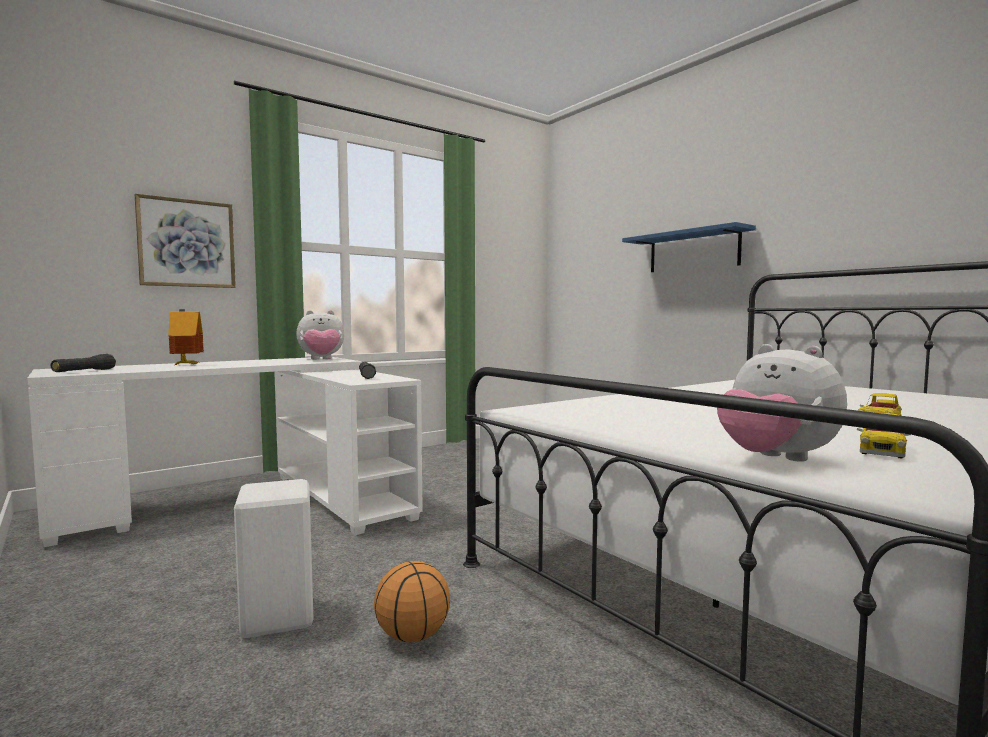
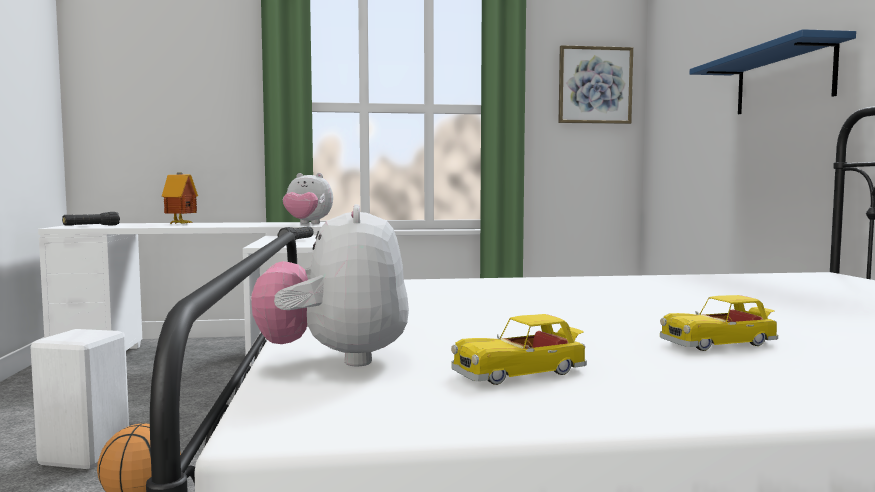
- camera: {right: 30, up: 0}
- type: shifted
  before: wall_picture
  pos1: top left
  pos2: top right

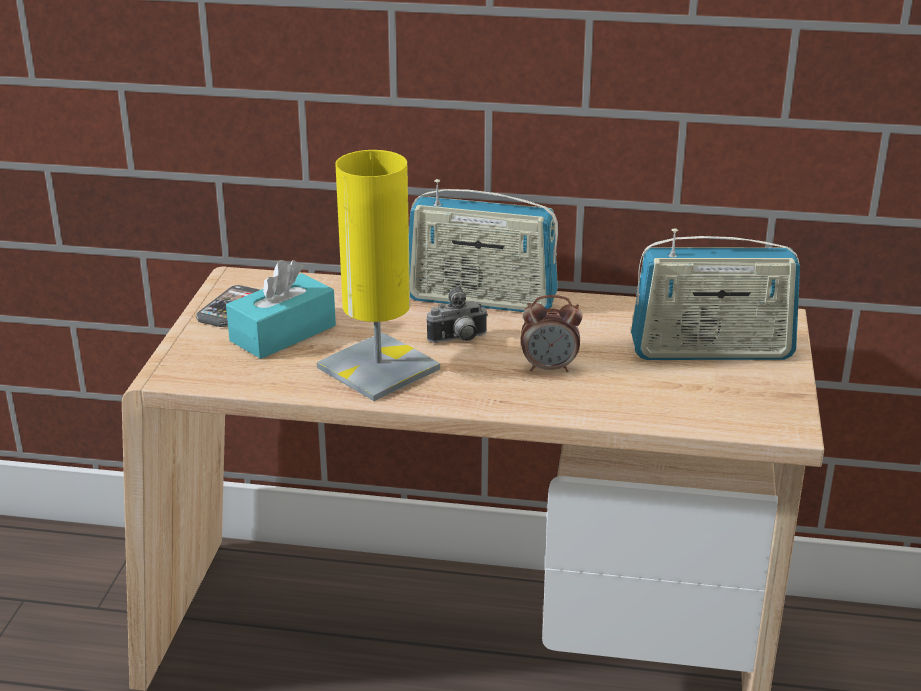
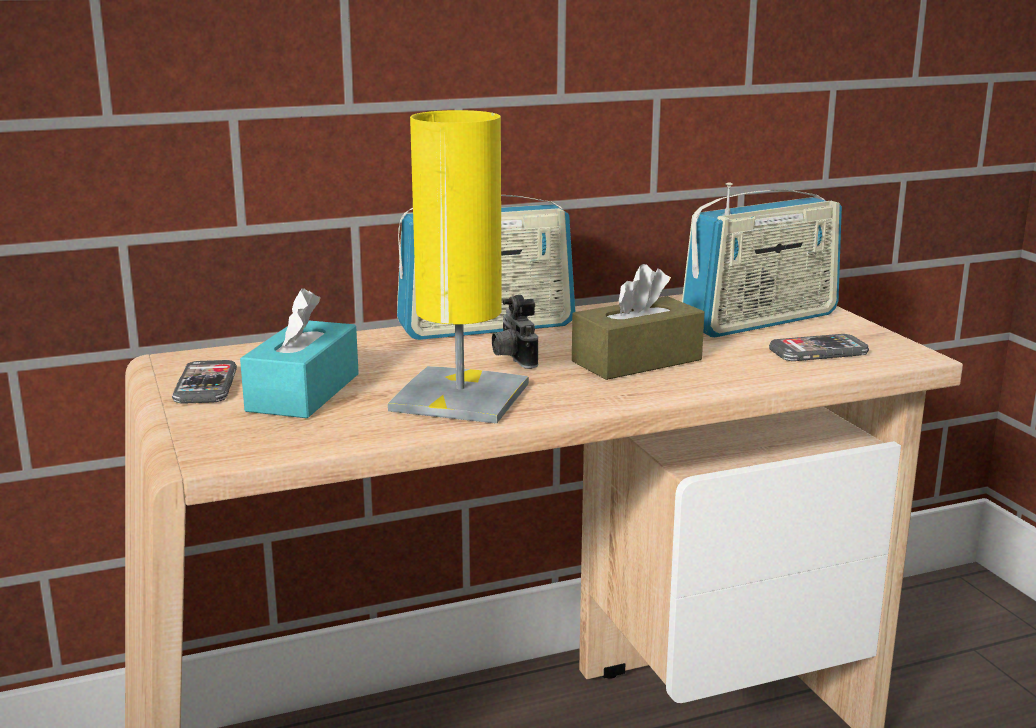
- camera: {right: -30, up: -10}
- type: rotated
  before: still_camera
  pos1: centre
  pos2: centre
  turn: 120
- type: swapped
  before: alarm_clock
  after: brown_tissue_holder
  pos1: centre
  pos2: centre
- type: new
  after: handset (no. 2 from left)
  pos2: middle right

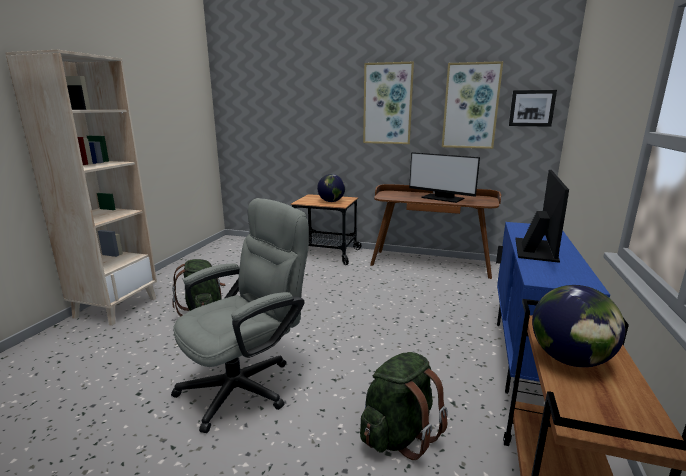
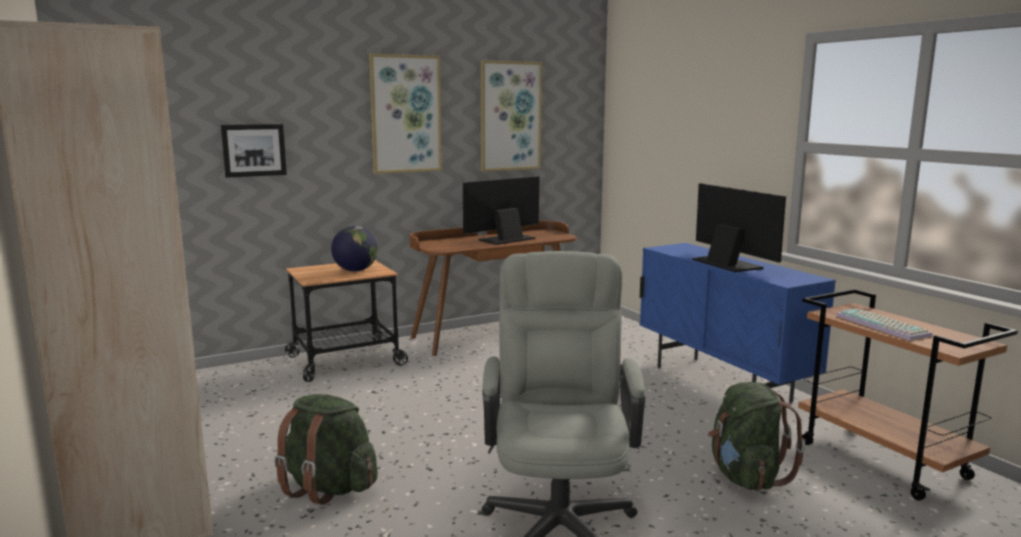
- camera: {right: -45, up: -5}
- type: rotated
  before: monitor (no. 1 from left)
  pos1: centre
  pos2: centre
  turn: 150
- type: shifted
  before: wall_picture (no. 3 from left in the first image)
  after: wall_picture (no. 1 from left)
  pos1: top right
  pos2: top left
- type: swapped
  before: world_globe (no. 2 from left)
  after: keyboard
  pos1: bottom right
  pos2: middle right

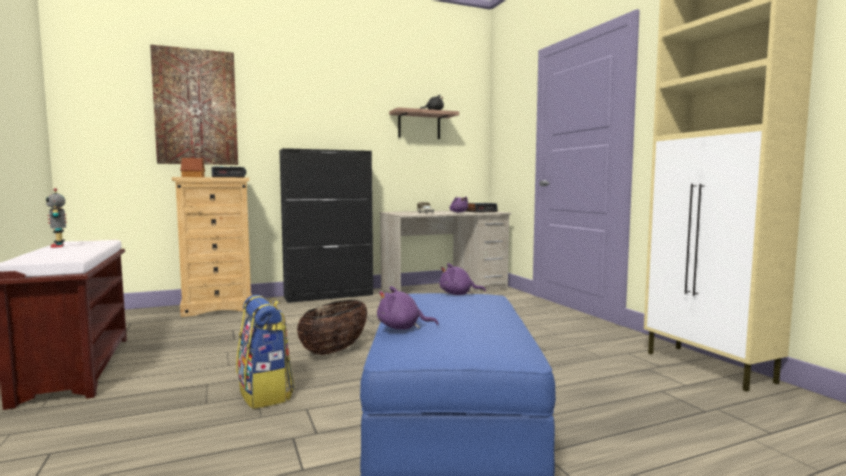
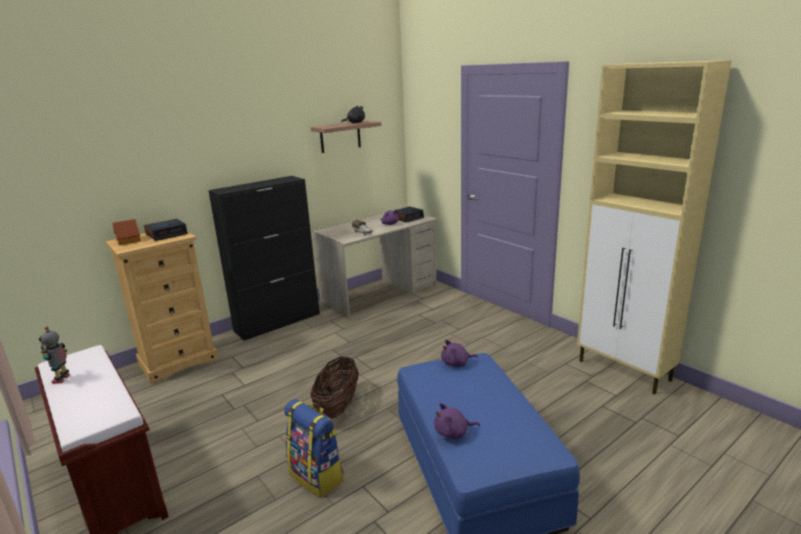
- camera: {right: -15, up: 15}
- type: rotated
  before: model_robot
  pos1: middle left
  pos2: middle left
  turn: 45
- type: gone
  before: wall_picture
  pos1: top left

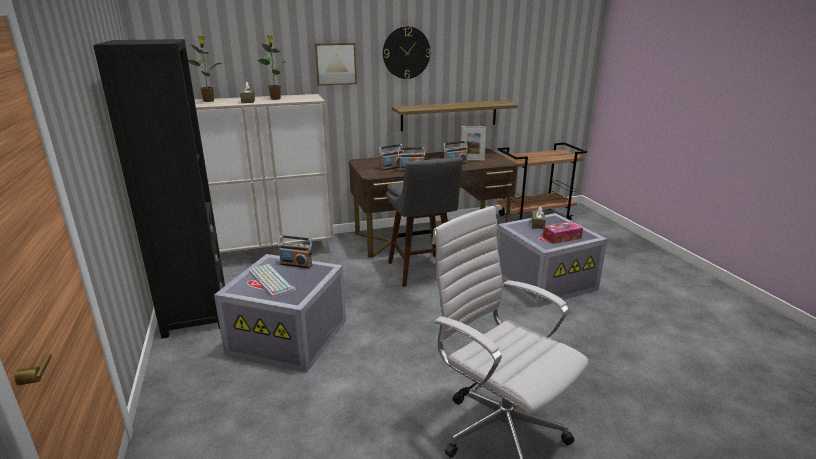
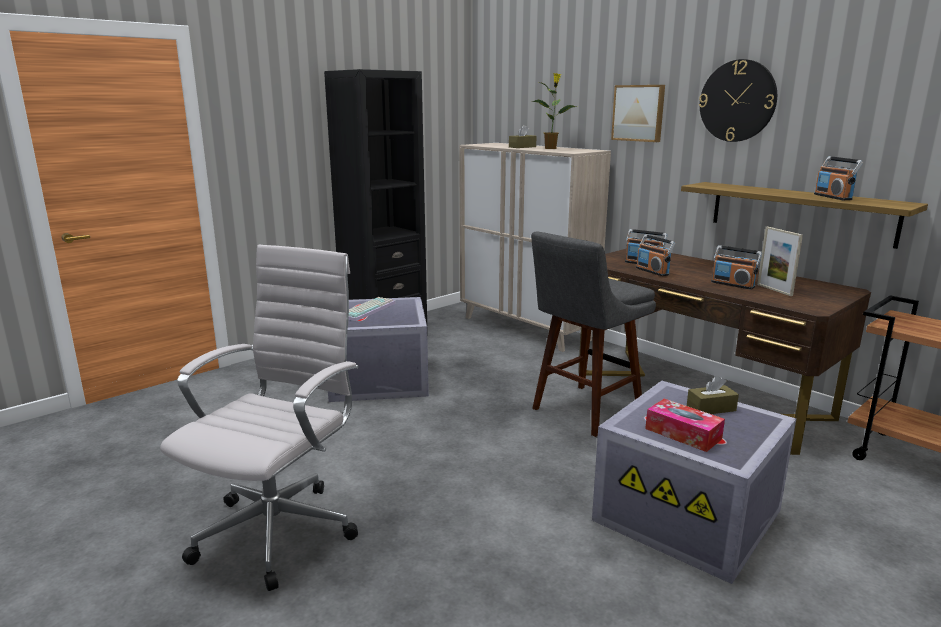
- camera: {right: 65, up: -5}
- type: gone
  before: potted_plant (no. 1 from left)
  pos1: top left
- type: shifted
  before: radio (no. 1 from left in the first image)
  after: radio (no. 4 from left)
  pos1: centre
  pos2: top right

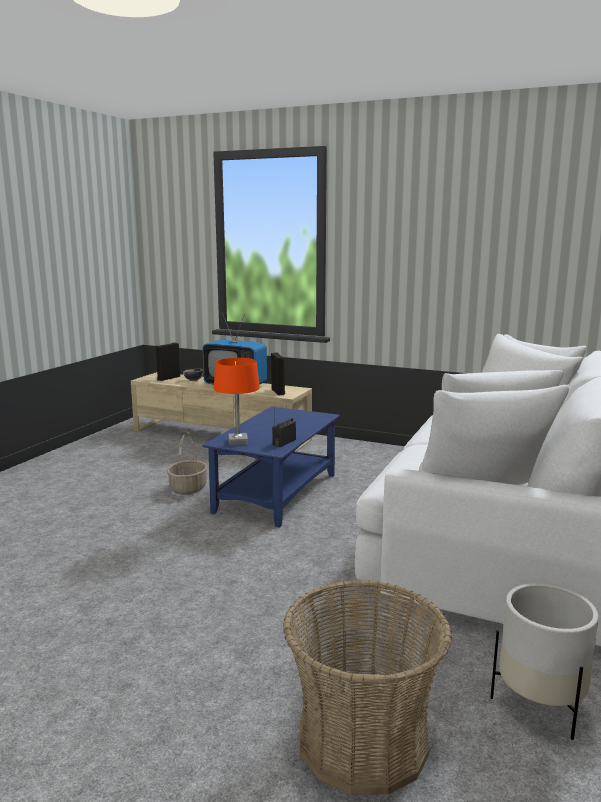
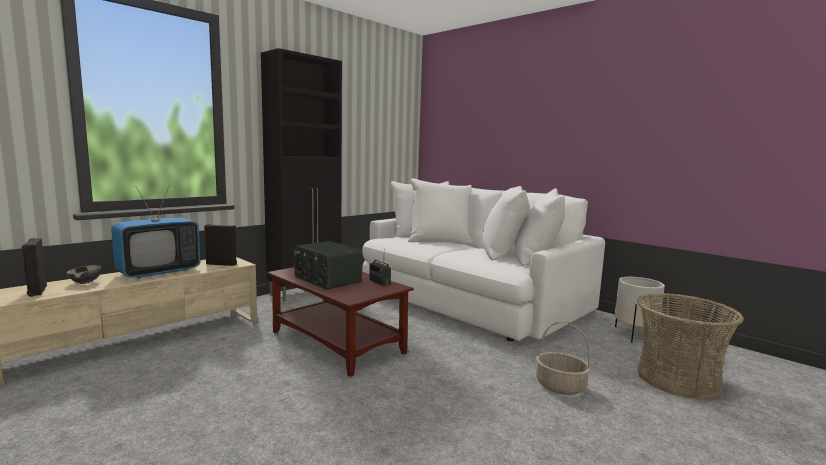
- camera: {right: -70, up: -5}
- type: shifted
  before: storage_basket (no. 1 from left)
  pos1: middle left
  pos2: bottom right
- type: repainted
  before: blue-coloured_coffee_table
  after: brown_coffee_table
  pos1: centre
  pos2: bottom centre
- type: gone
  before: orangey_lamp_for_a_table
  pos1: centre
- type: new
  after: black-coloured_cabinet
  pos2: centre
- type: new
  after: radio (no. 1 from left)
  pos2: centre

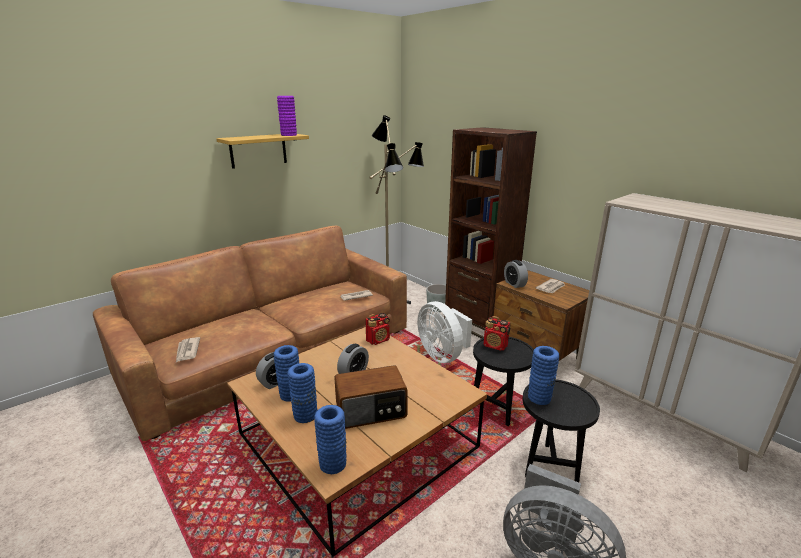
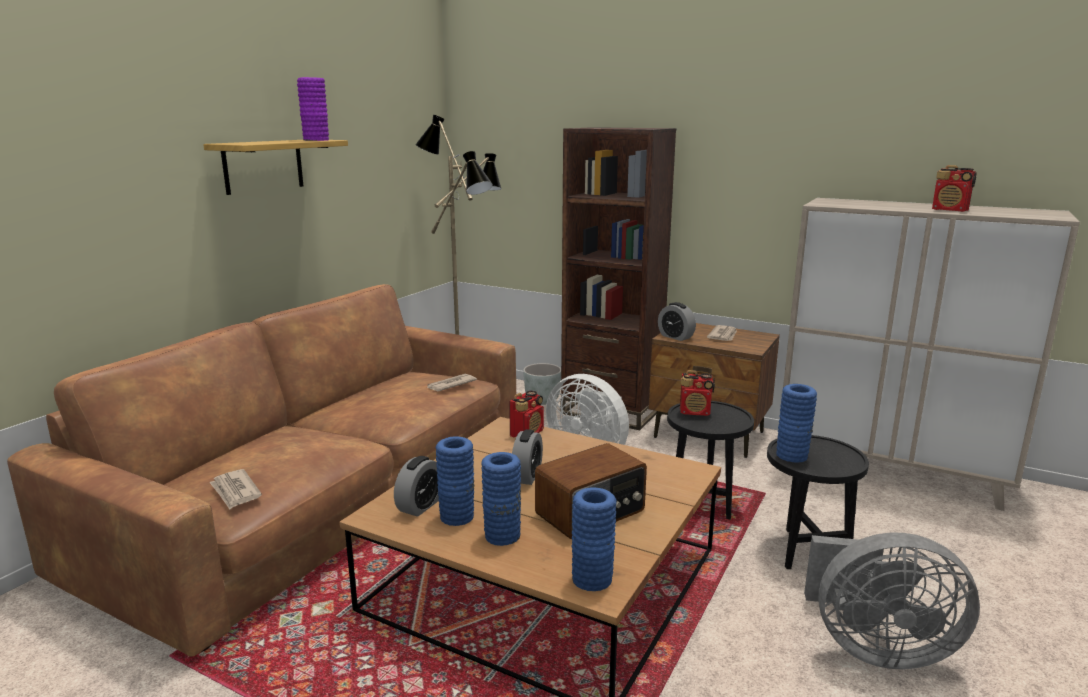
- camera: {right: -20, up: -5}
- type: new
  after: radio (no. 4 from left)
  pos2: top right

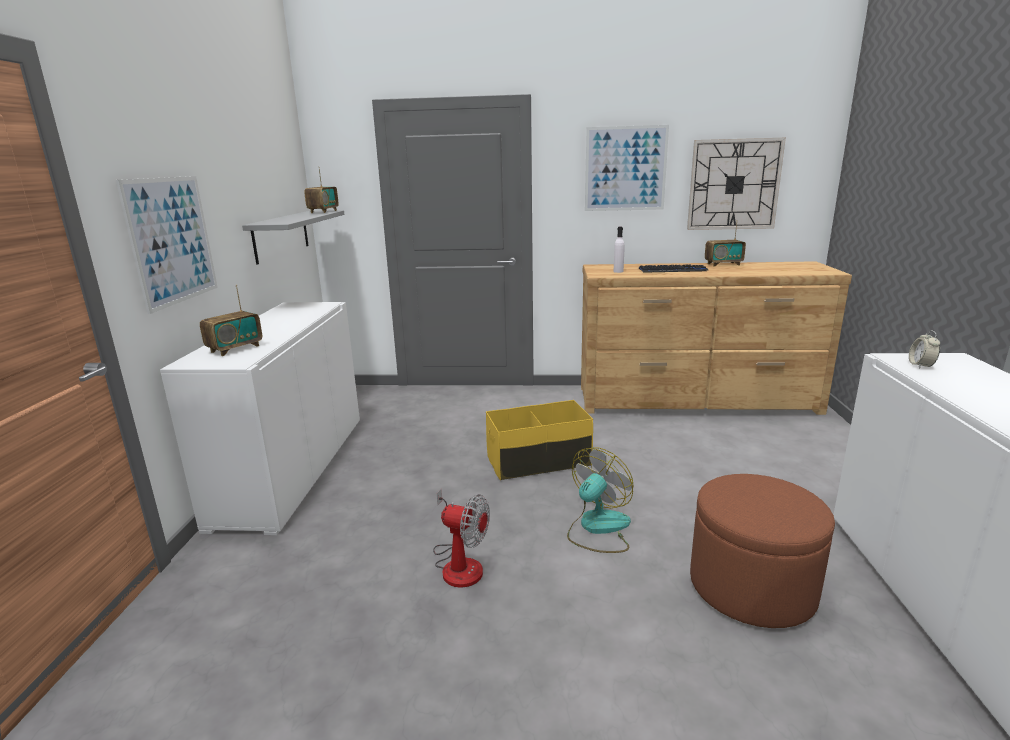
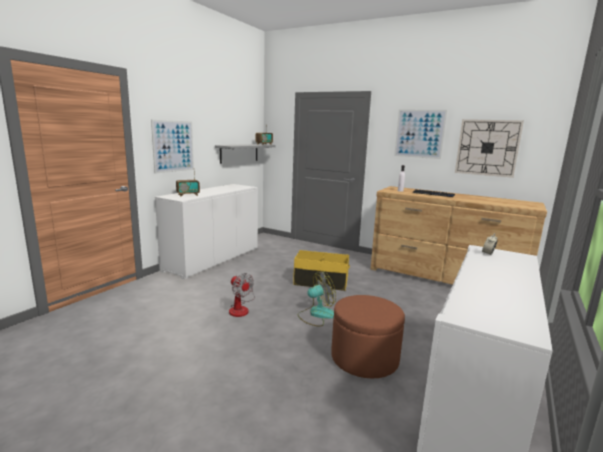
- camera: {right: 25, up: -5}
- type: gone
  before: radio (no. 3 from left)
  pos1: top right

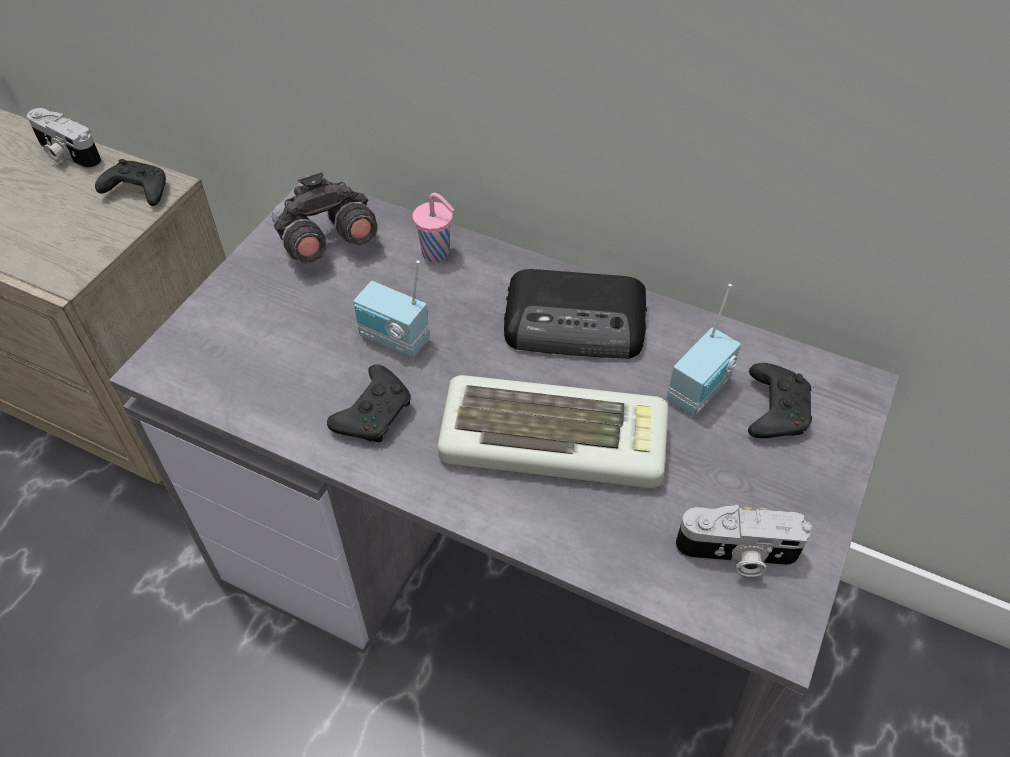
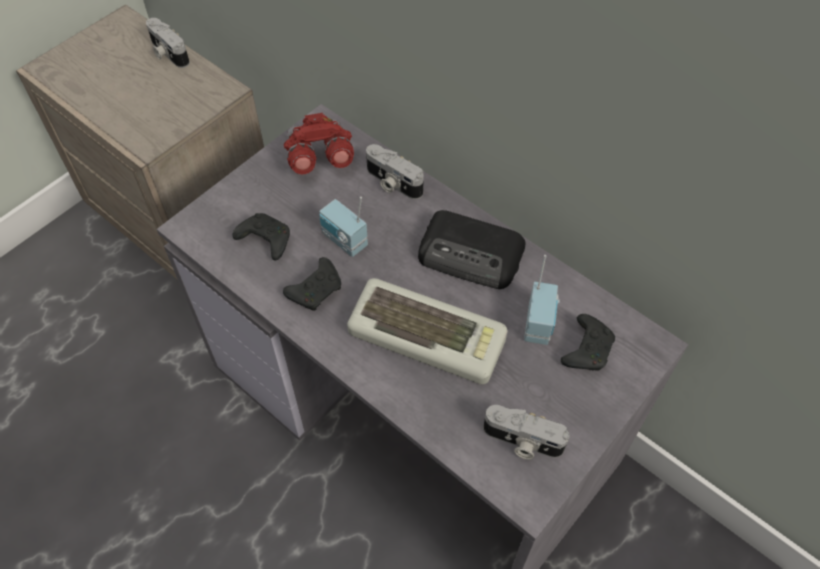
- camera: {right: 15, up: 5}
- type: shifted
  before: black-coloured_joypad (no. 1 from left)
  pos1: top left
  pos2: middle left
- type: repainted
  before: grey_binoculars
  after: reddish_binoculars
  pos1: top left
  pos2: top centre
- type: swapped
  before: pinkish_small_cup
  after: still_camera (no. 2 from left)
  pos1: top centre
  pos2: top centre
- type: rotated
  before: radio (no. 3 from left)
  pos1: middle right
  pos2: centre
  turn: -45

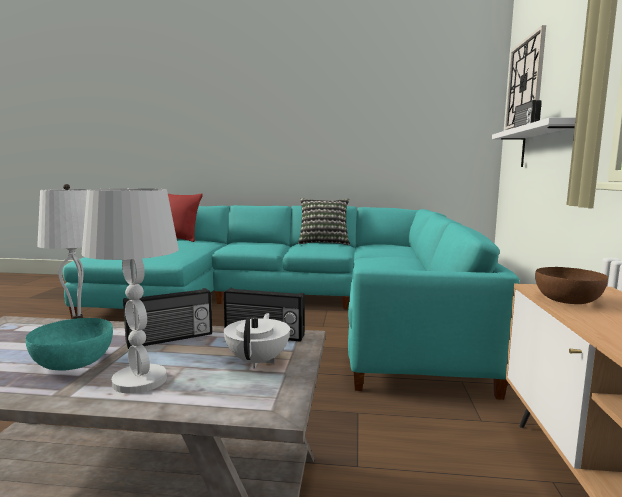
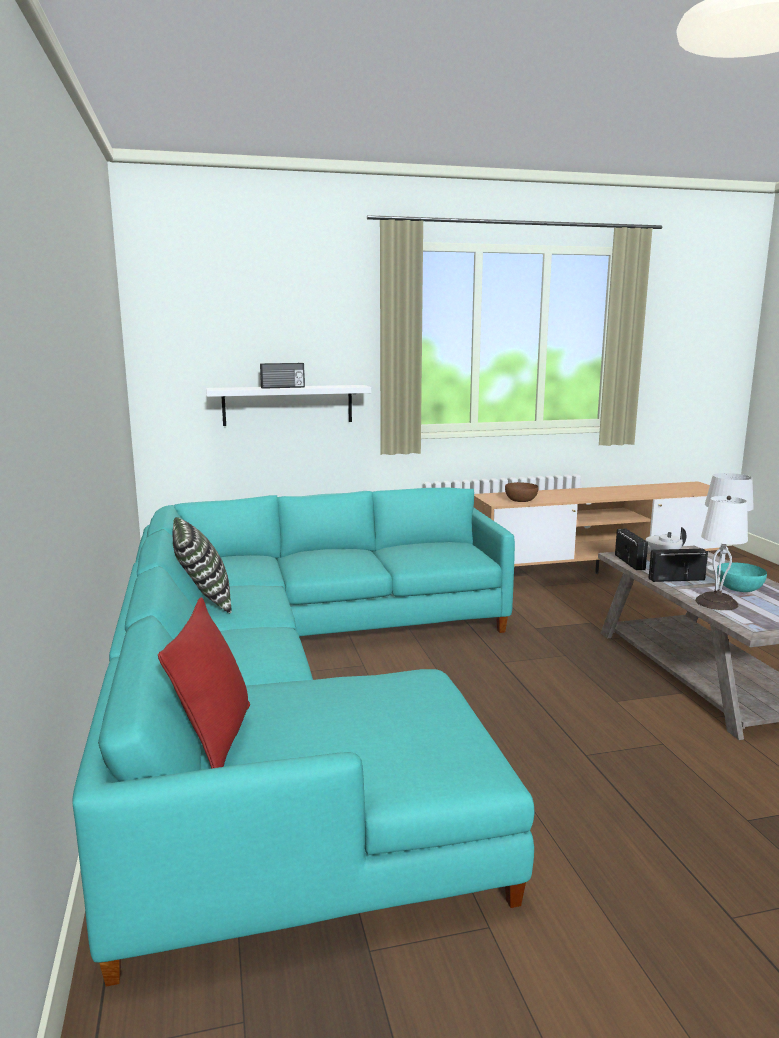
- camera: {right: -110, up: 5}
- type: rotated
  before: radio (no. 1 from left in the first image)
  pos1: middle left
  pos2: middle right
  turn: -45
- type: gone
  before: hanging_clock
  pos1: top right

